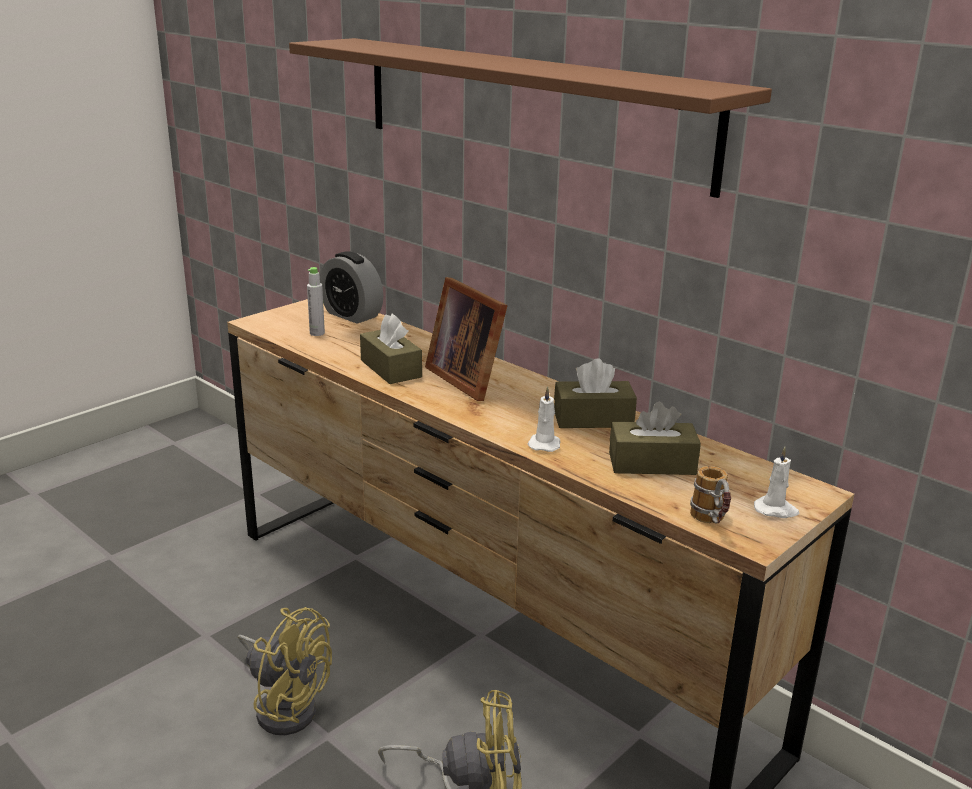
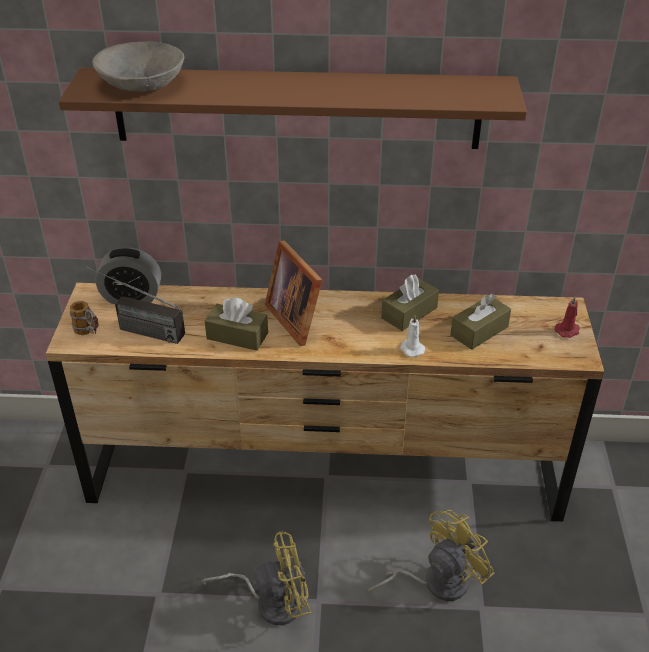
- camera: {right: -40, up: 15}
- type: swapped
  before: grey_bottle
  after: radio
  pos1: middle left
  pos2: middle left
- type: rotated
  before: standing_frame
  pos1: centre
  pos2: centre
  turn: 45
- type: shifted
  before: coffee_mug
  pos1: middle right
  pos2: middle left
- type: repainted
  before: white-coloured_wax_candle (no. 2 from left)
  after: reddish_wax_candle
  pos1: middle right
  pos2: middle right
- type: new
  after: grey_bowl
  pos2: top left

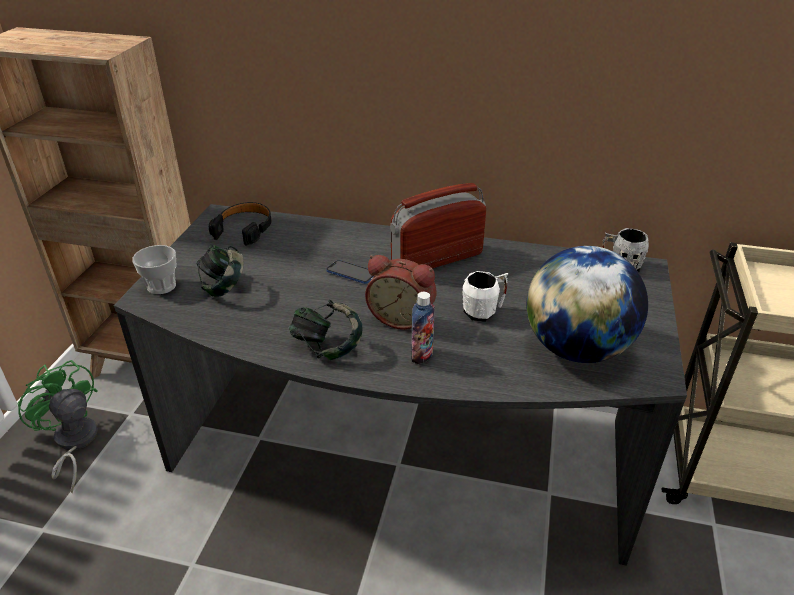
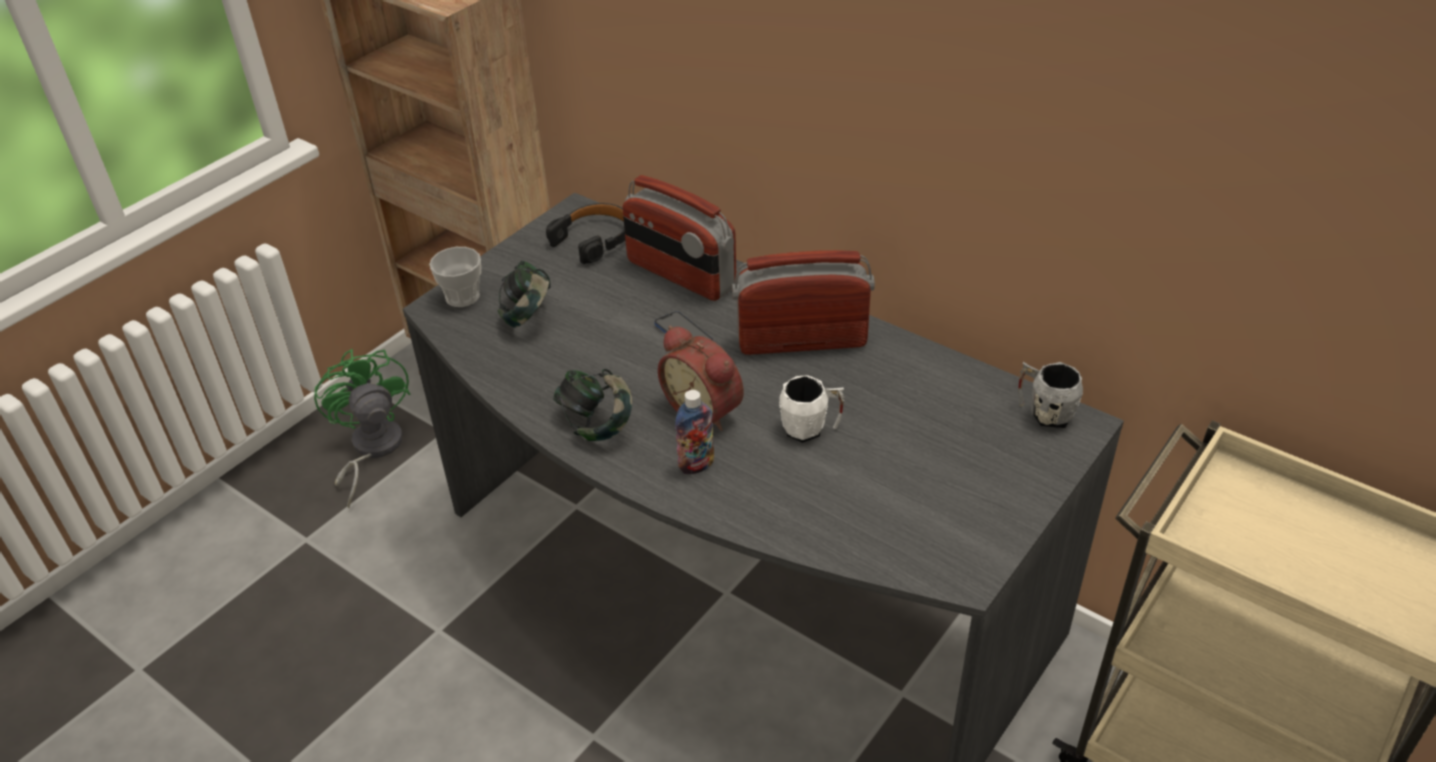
- camera: {right: 25, up: 5}
- type: gone
  before: world_globe
  pos1: middle right
- type: new
  after: radio (no. 1 from left)
  pos2: top centre

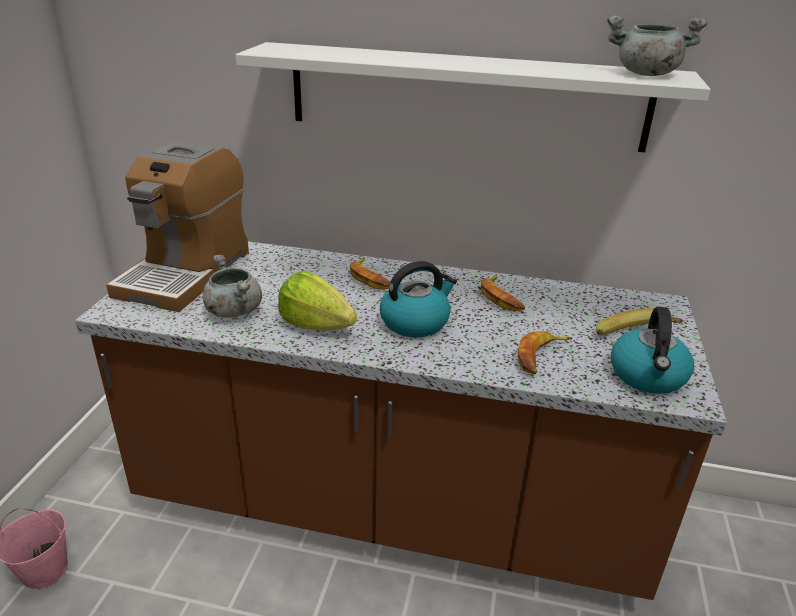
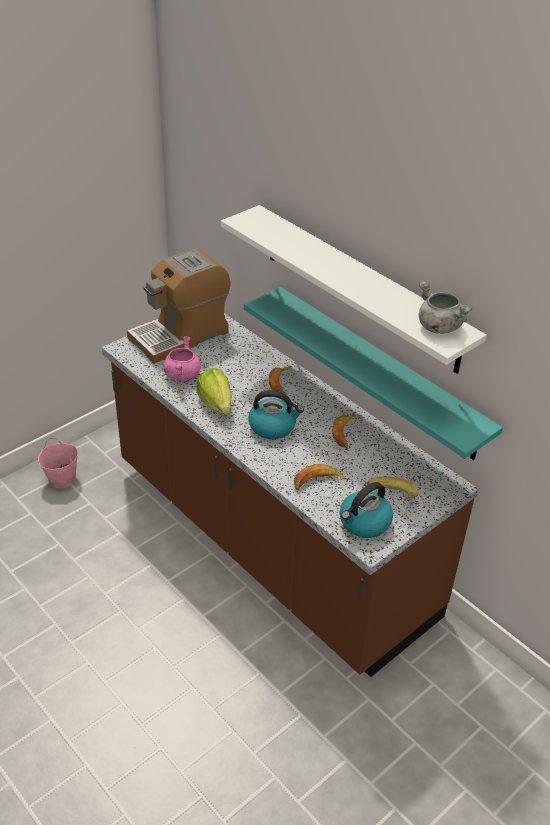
- camera: {right: 35, up: 10}
- type: repainted
  before: grey_saucepot (no. 1 from left)
  after: pinkish_saucepot
  pos1: middle left
  pos2: middle left
- type: new
  after: blue-green_shelf
  pos2: middle right

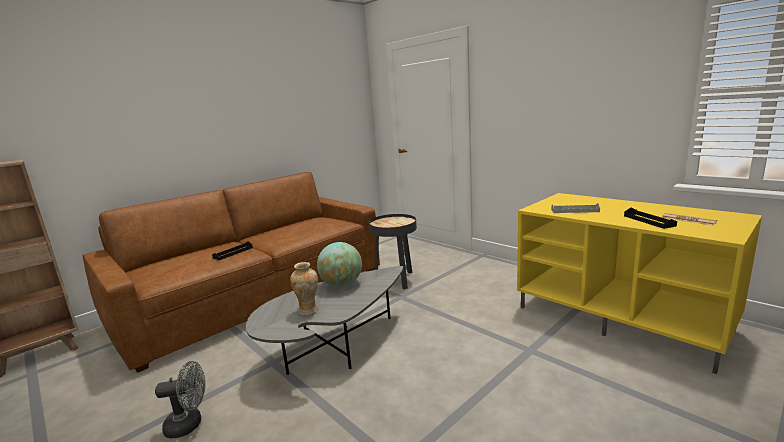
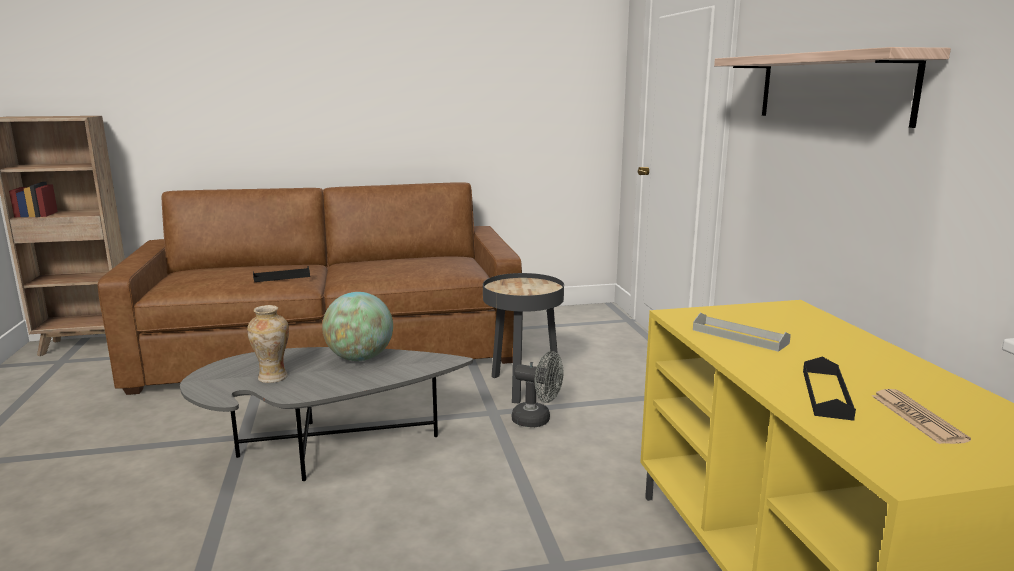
- camera: {right: 30, up: 0}
- type: shifted
  before: grey_electric_fan
  pos1: bottom left
  pos2: bottom centre
- type: new
  after: shelf
  pos2: top right

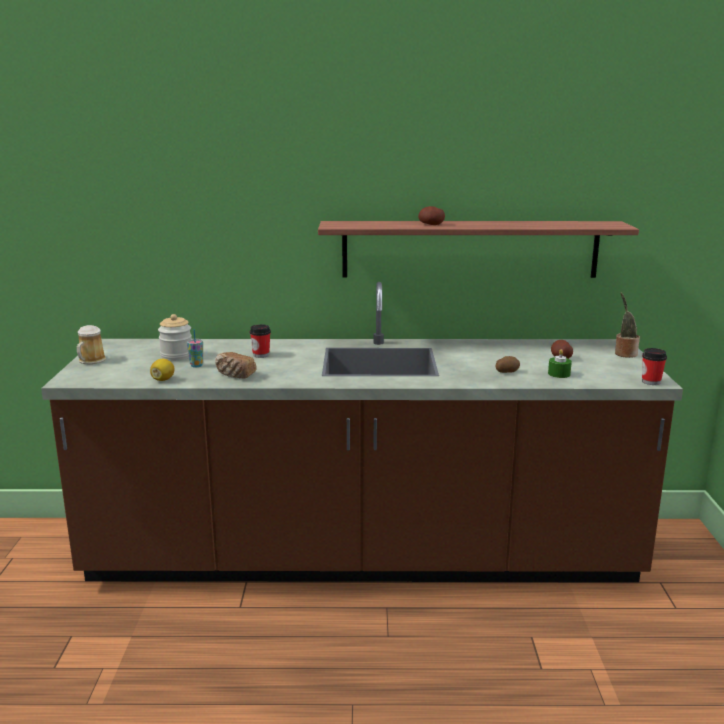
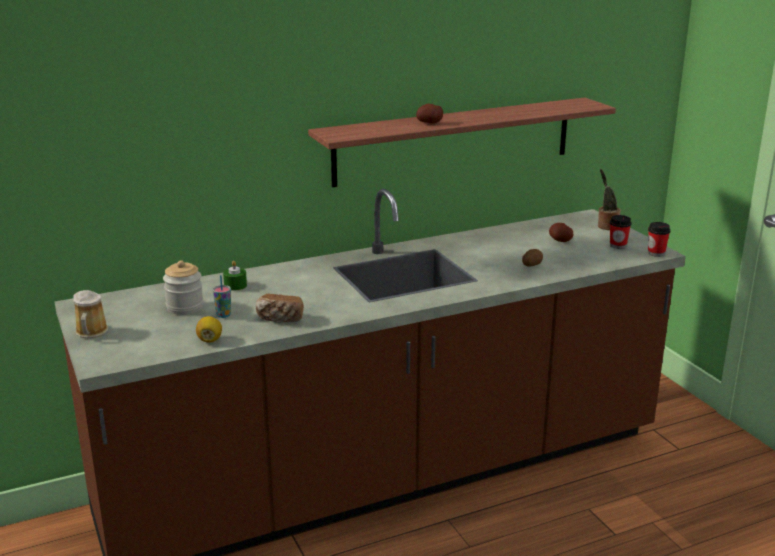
- camera: {right: -25, up: 5}
- type: shifted
  before: small_cup (no. 2 from left)
  pos1: centre
  pos2: middle right
- type: shifted
  before: greenish_wax_candle
  pos1: middle right
  pos2: middle left

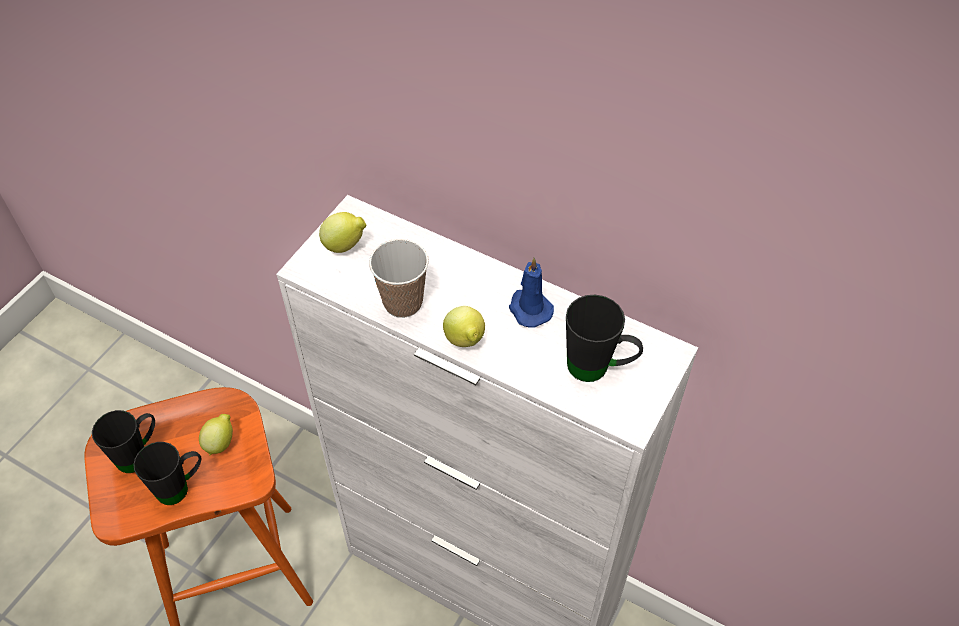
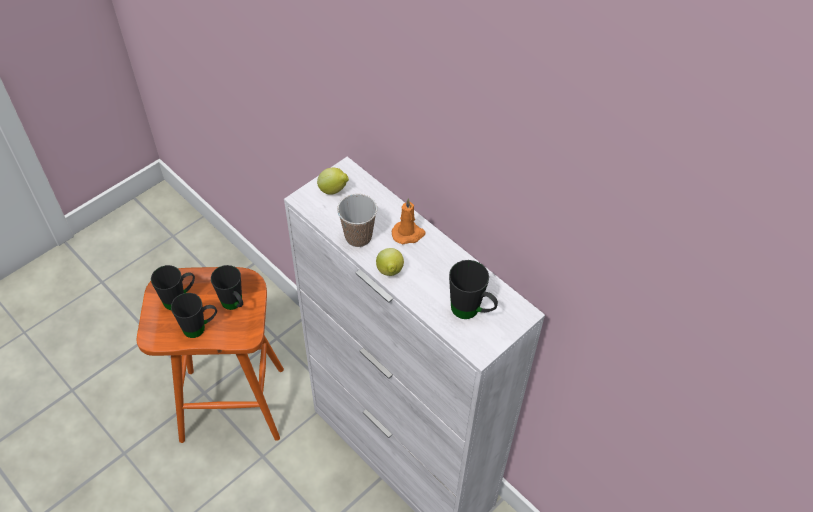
- camera: {right: 15, up: 0}
- type: swapped
  before: citrus_fruit (no. 1 from left)
  after: black-coloured_coffee_mug (no. 3 from left)
  pos1: bottom left
  pos2: middle left
- type: gone
  before: blue-coloured_wax_candle
  pos1: centre
- type: new
  after: orangey_wax_candle
  pos2: centre

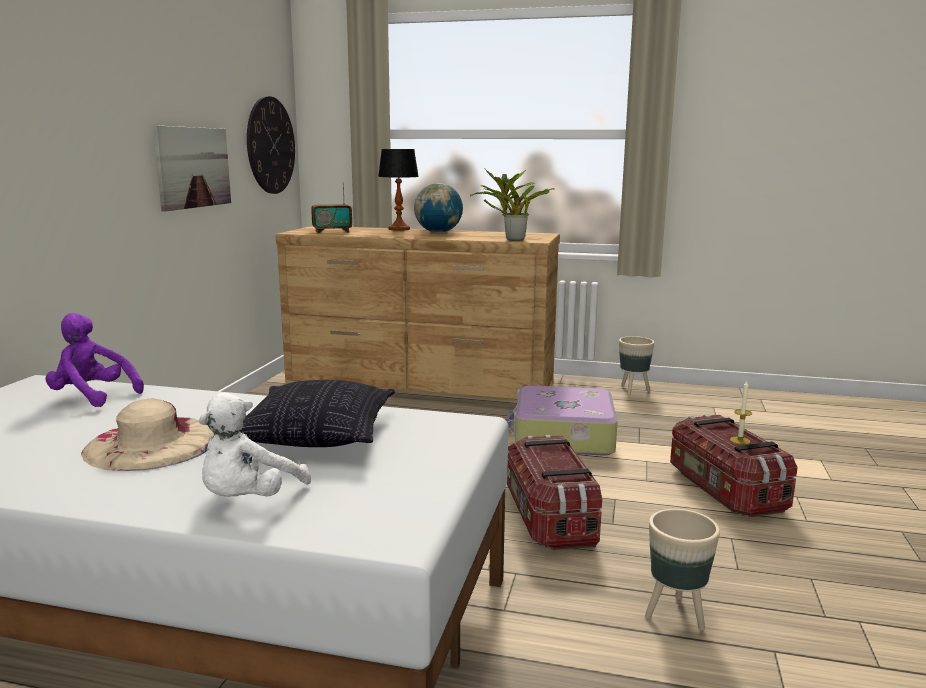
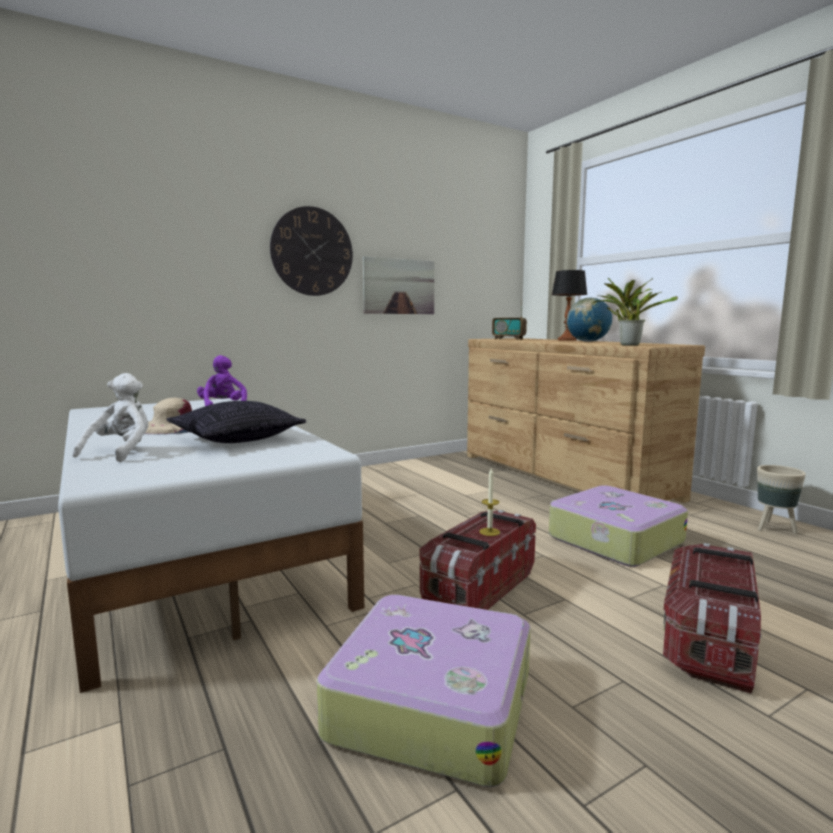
- camera: {right: 45, up: -5}
- type: rotated
  before: white-coloured_plush_toy
  pos1: middle left
  pos2: middle left
  turn: 120
- type: shifted
  before: hanging_clock
  pos1: top left
  pos2: top centre
- type: swapped
  before: beige_planter (no. 2 from left)
  after: suitcase (no. 1 from left)
  pos1: bottom right
  pos2: bottom centre
- type: shifted
  before: wax_candle
  pos1: middle right
  pos2: centre

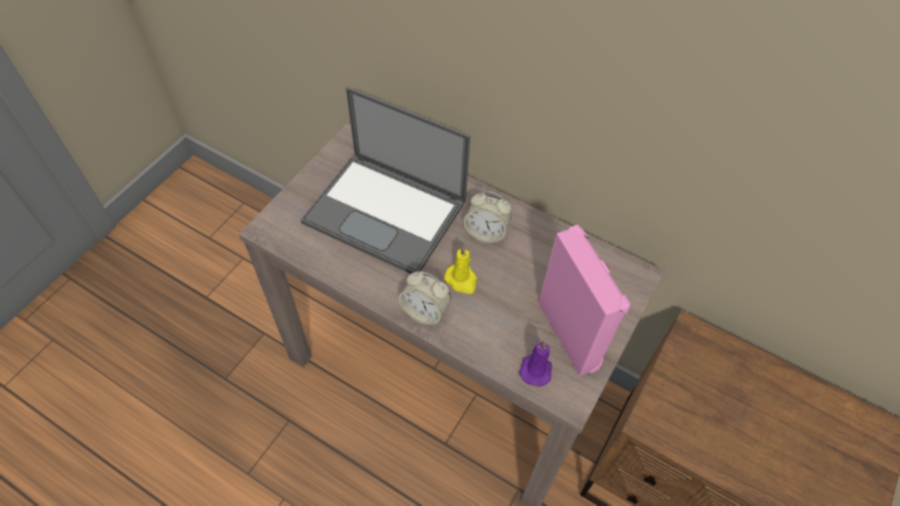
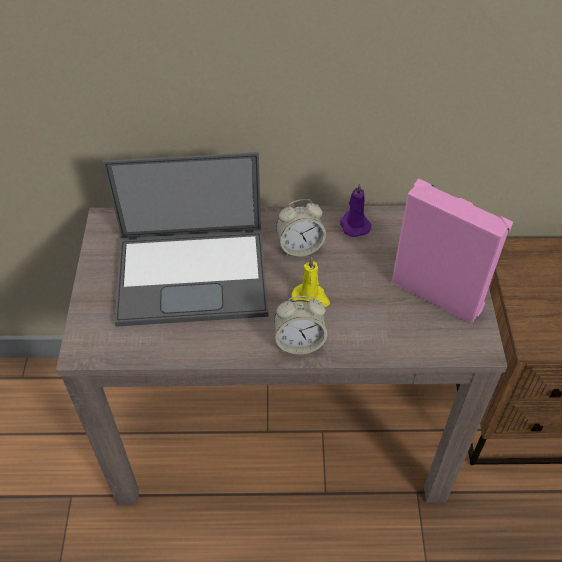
- camera: {right: -30, up: -5}
- type: shifted
  before: purplish_wax_candle
  pos1: bottom centre
  pos2: centre

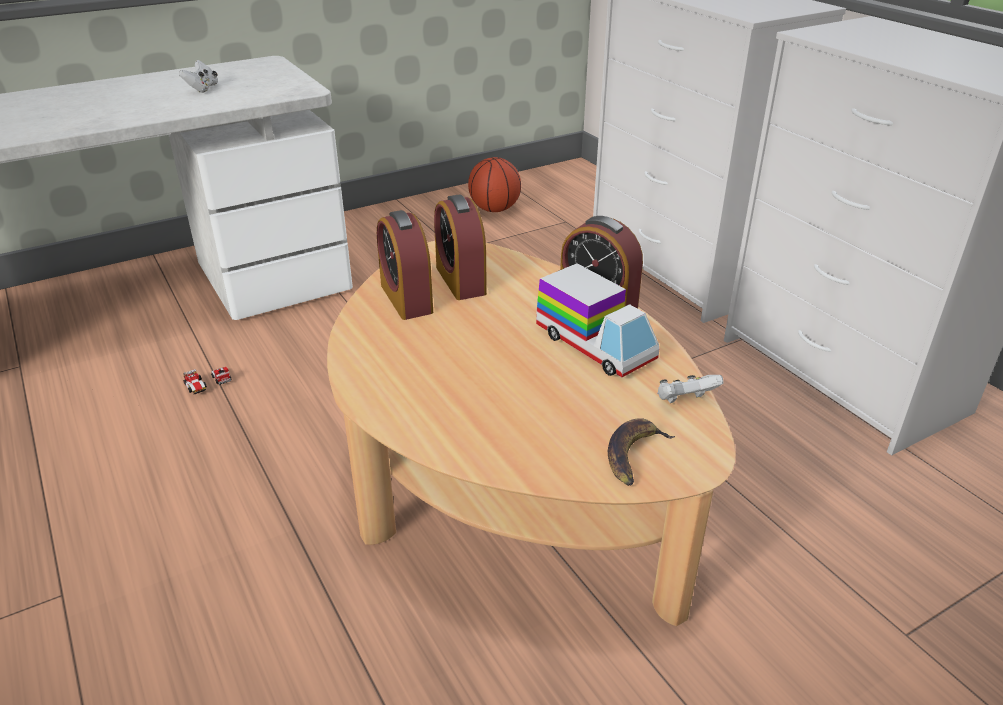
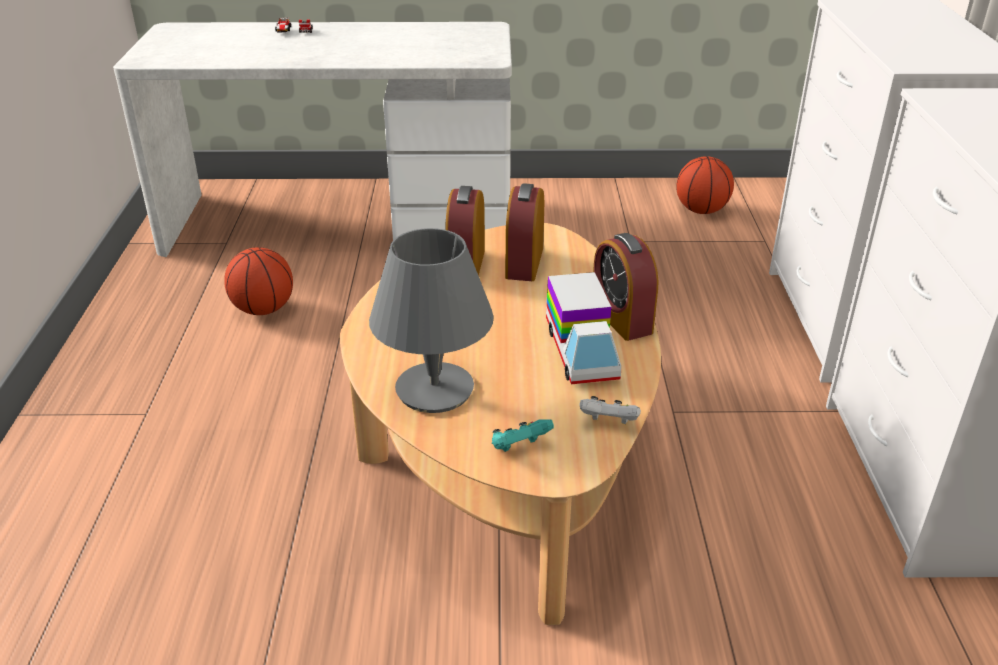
- camera: {right: 30, up: 0}
- type: gone
  before: white-coloured_joypad (no. 1 from left)
  pos1: top left
- type: shifted
  before: miniature_car
  pos1: middle left
  pos2: top left
- type: swapped
  before: whole_banana
  after: blue-green_joypad
  pos1: centre
  pos2: centre
- type: new
  after: ball_for_basketball (no. 1 from left)
  pos2: middle left
- type: new
  after: grey_lamp_for_a_table
  pos2: centre

